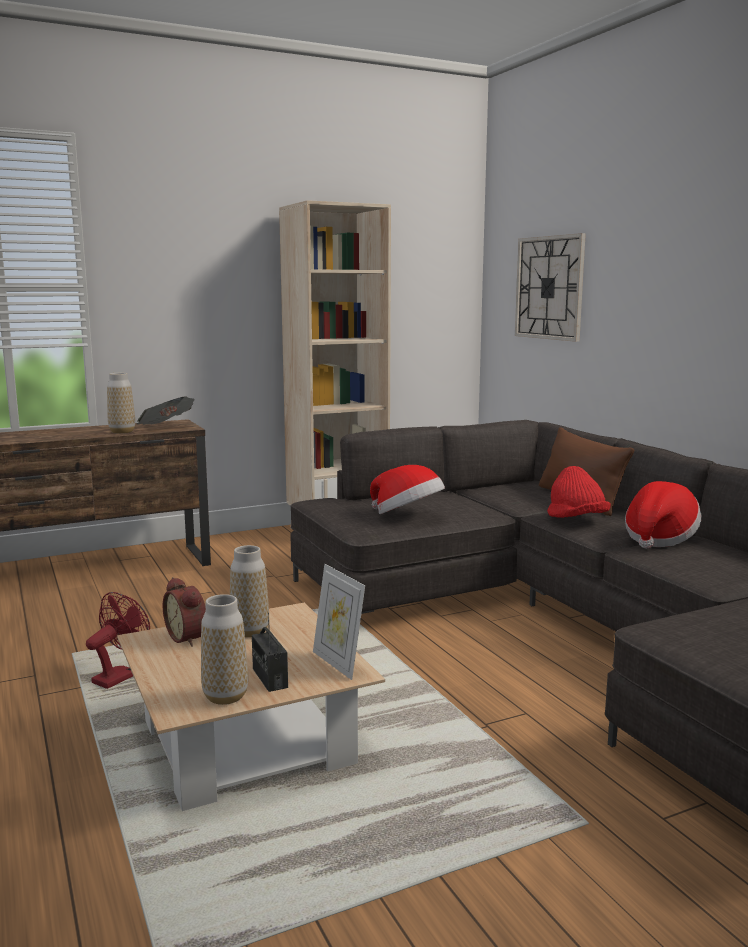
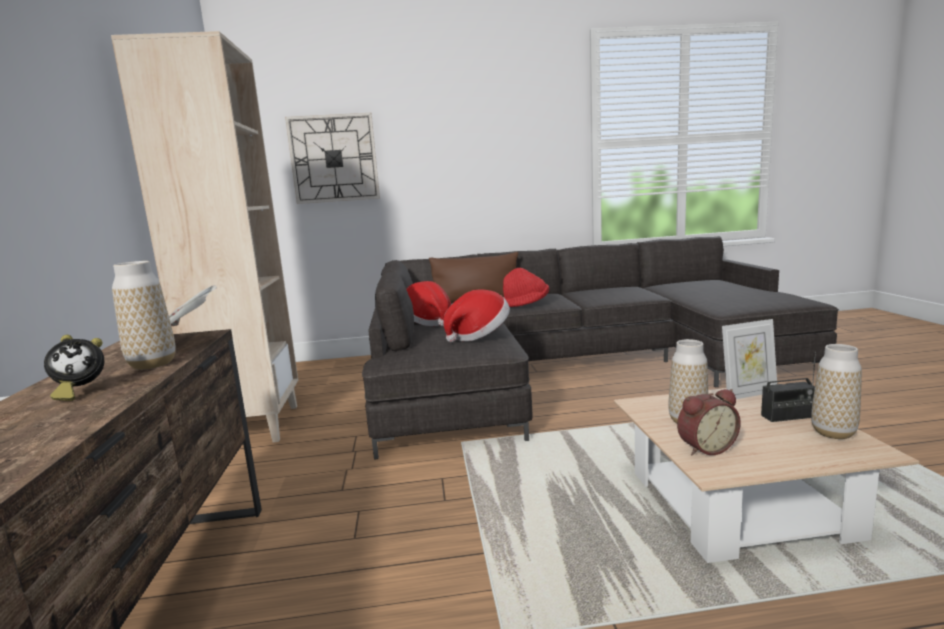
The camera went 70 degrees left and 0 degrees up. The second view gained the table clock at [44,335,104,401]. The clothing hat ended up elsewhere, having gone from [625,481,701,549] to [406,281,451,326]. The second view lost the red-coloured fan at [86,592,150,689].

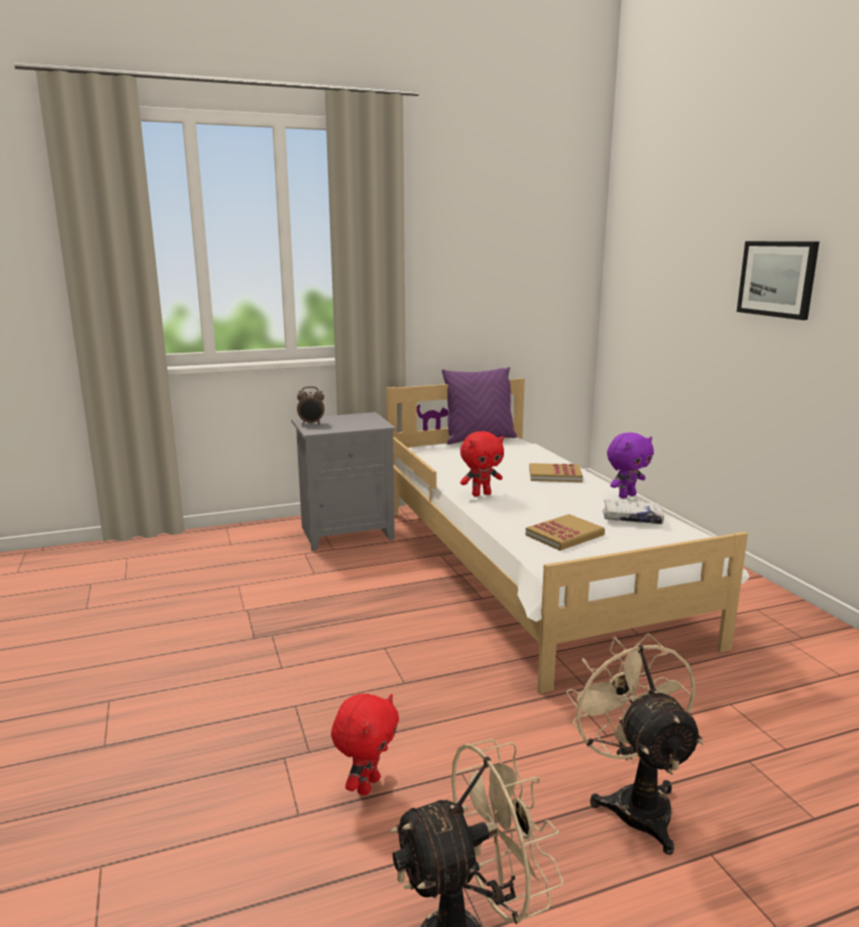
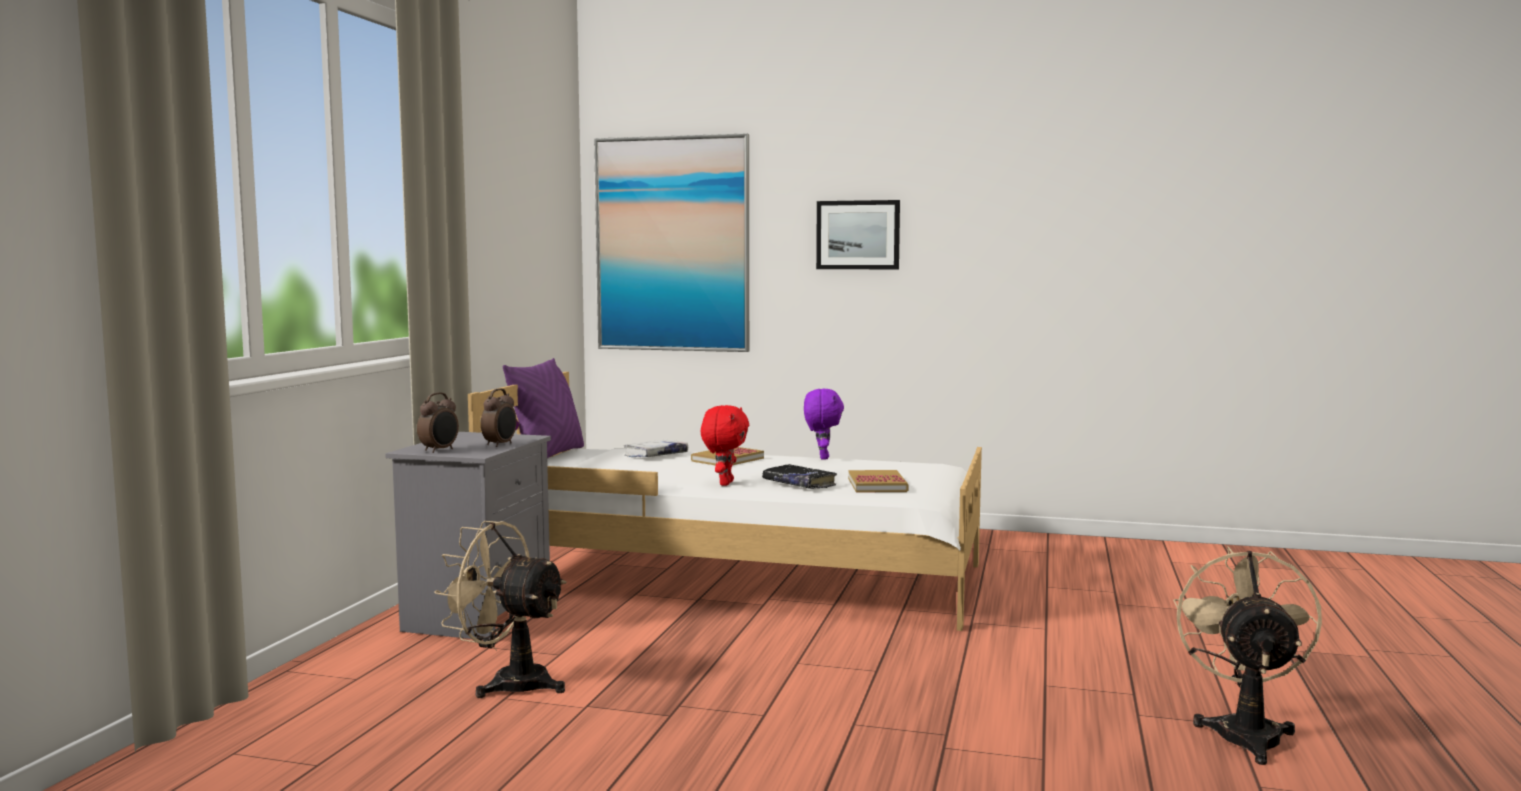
The camera went 55 degrees left and 10 degrees down. The beige-coloured fan ended up elsewhere, having gone from [566,633,704,855] to [434,521,567,698]. The second view gained the table clock at [481,388,516,447]. The second view gained the picture at [594,133,749,352]. The white volume ended up elsewhere, having gone from [603,499,664,524] to [625,440,688,457]. The second view gained the black-coloured volume at [762,464,837,489]. The second view lost the red-coloured soft toy at [331,694,399,796].

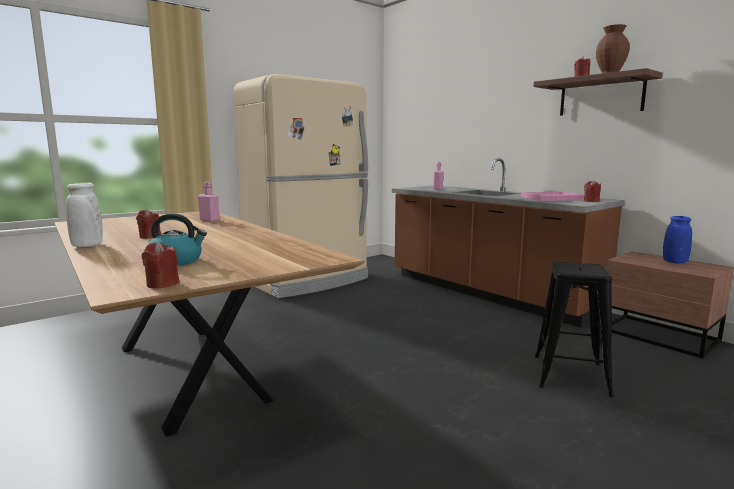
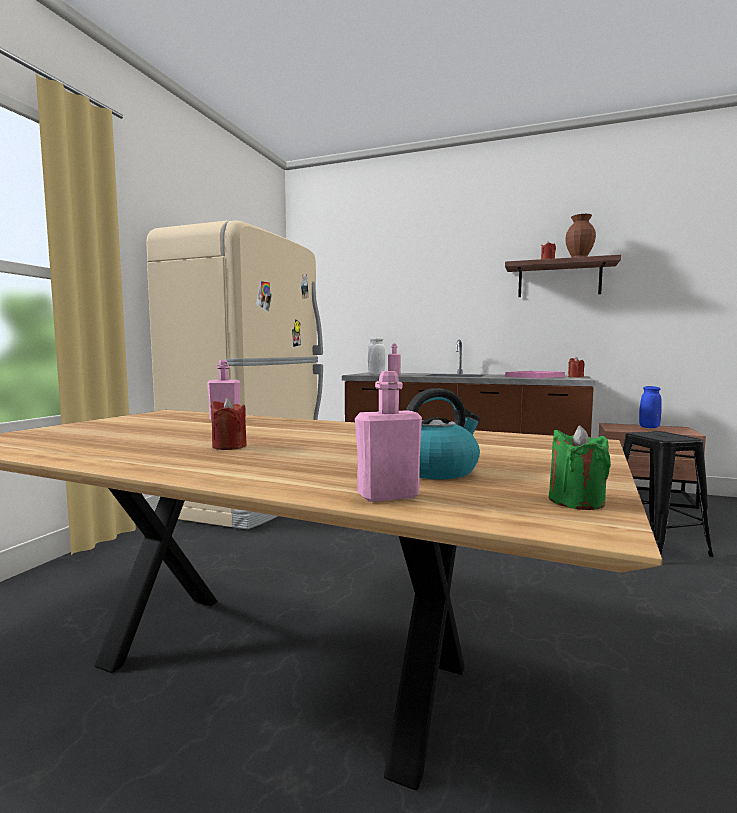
The camera went 30 degrees left and 5 degrees down. The second view gained the pinkish beverage bottle at [355,371,422,502]. The white decorative vase ended up elsewhere, having gone from [66,183,103,247] to [368,337,385,375]. What was the red-coloured wax candle at [142,242,179,288] turned into the green wax candle at [549,425,611,510].

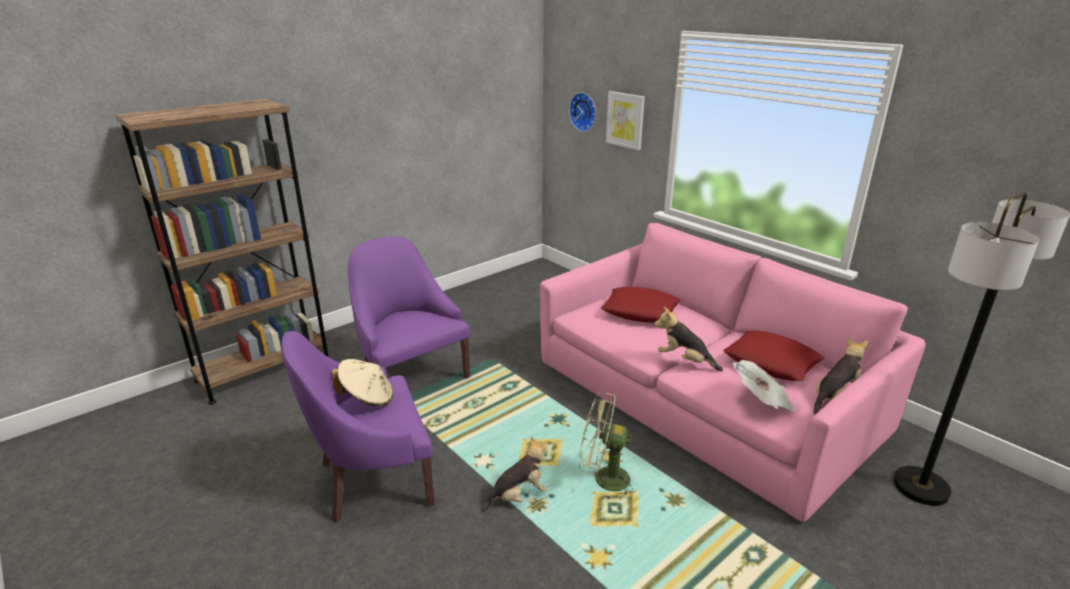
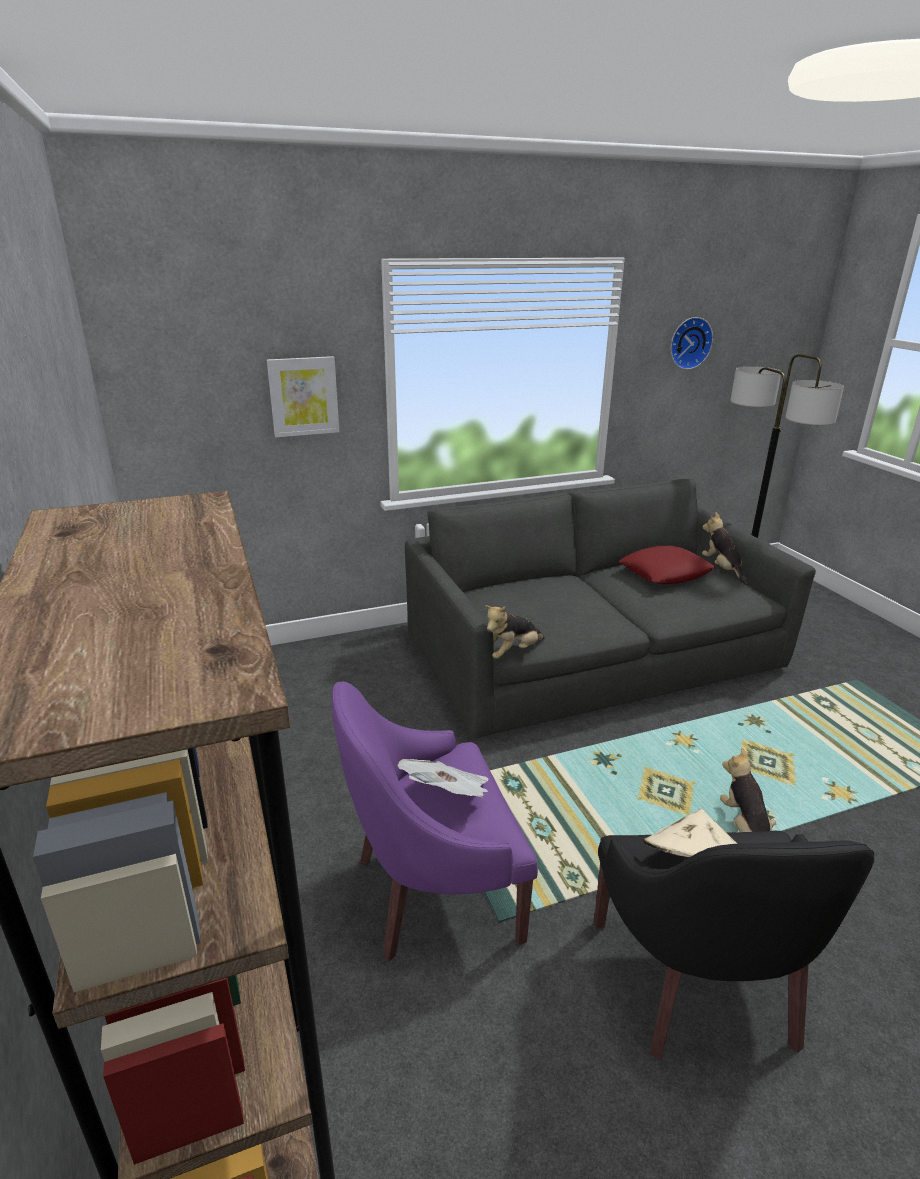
The camera went 70 degrees left and 0 degrees up. The printed paper ended up elsewhere, having gone from [733,360,796,412] to [398,759,488,797]. What was the pinkish sofa at [540,223,926,522] turned into the gray sofa at [405,479,816,738]. The soft toy ended up elsewhere, having gone from [654,307,723,371] to [485,605,545,659]. What was the purple-coloured armchair at [282,331,434,523] turned into the black-coloured armchair at [594,831,874,1059]. The hanging clock ended up elsewhere, having gone from [569,93,596,132] to [670,317,713,370]. The second view lost the green fan at [579,392,636,499]. The second view lost the red-coloured pillow at [601,287,681,323].

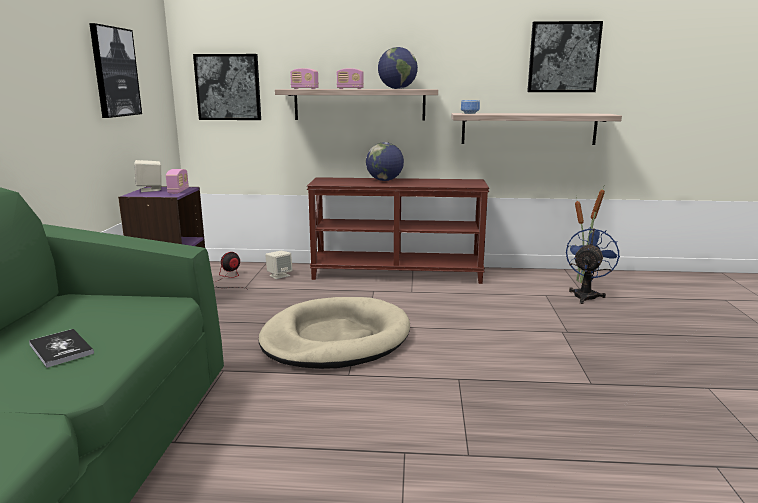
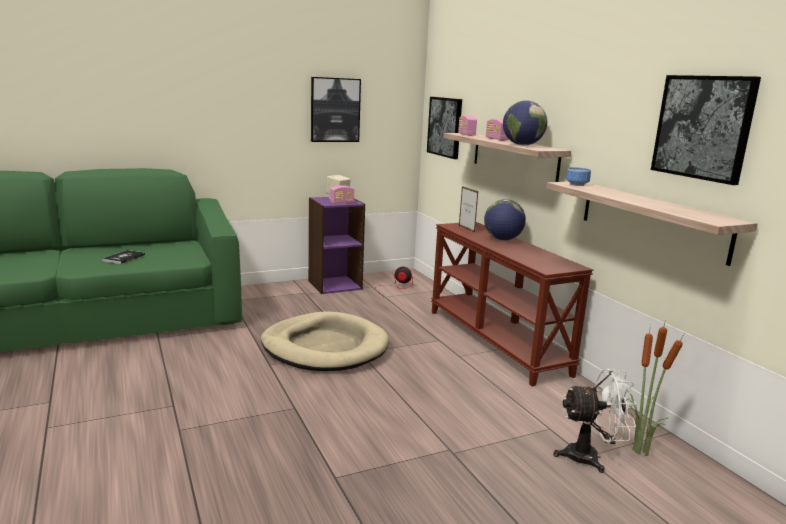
The camera went 60 degrees right and 0 degrees up. The second view gained the standing frame at [459,186,479,233]. What was the blue fan at [566,227,620,304] turned into the white fan at [553,368,638,473]. The second view lost the beige-coloured loudspeaker at [265,251,293,279].

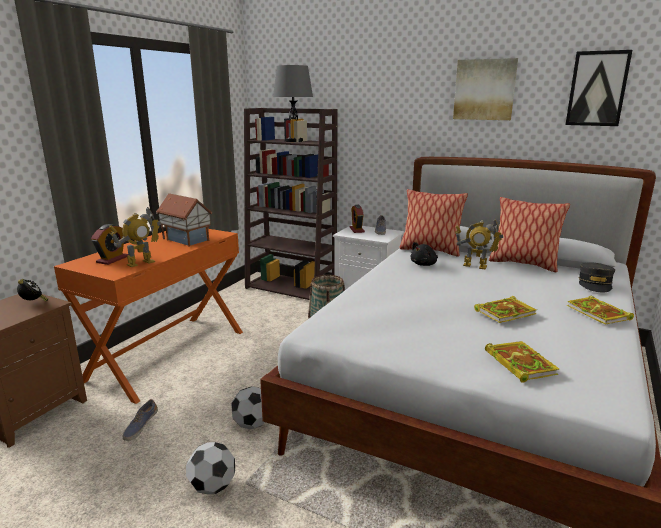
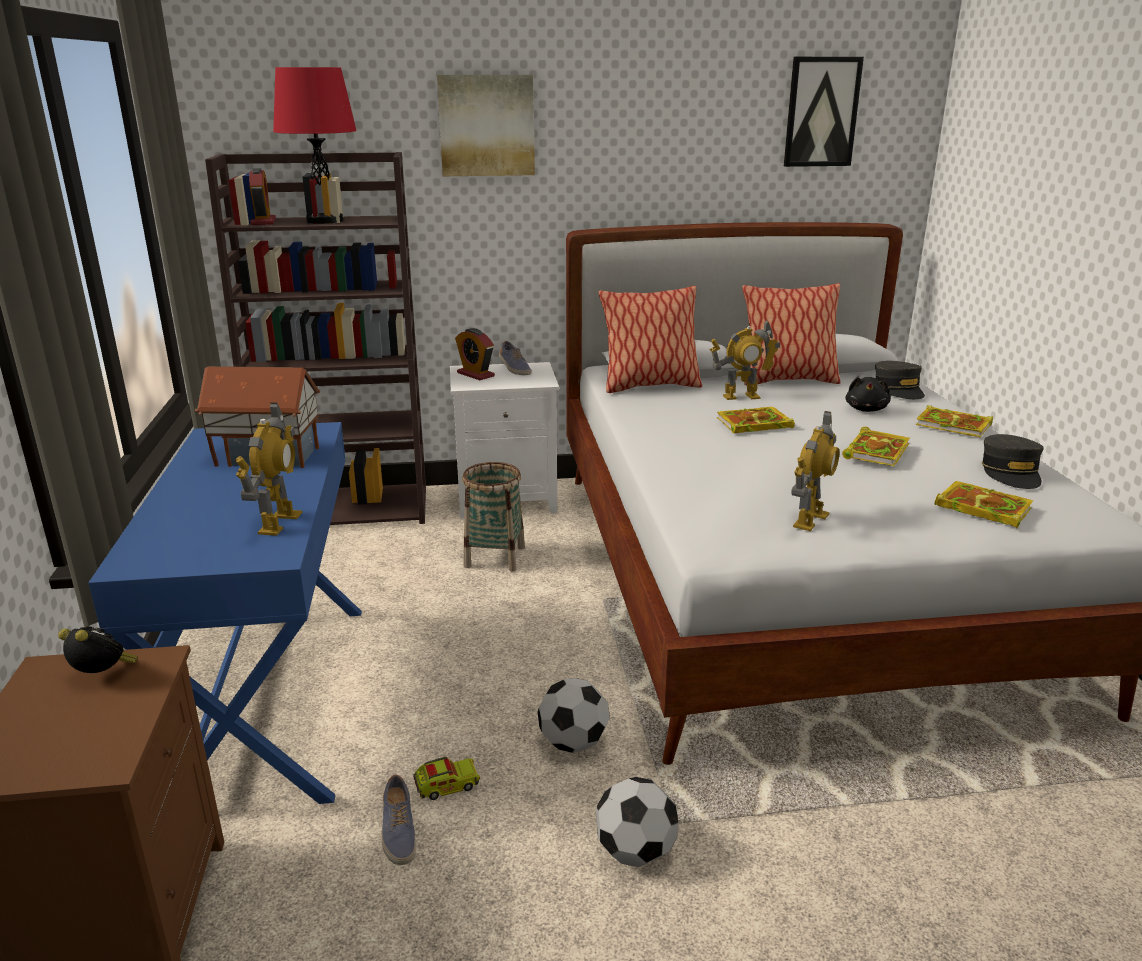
The camera went 35 degrees left and 5 degrees up. What was the orange-coloured desk table at [54,229,243,404] turned into the blue desk table at [88,422,362,804]. The table clock ended up elsewhere, having gone from [91,224,128,265] to [249,168,276,225]. What was the gray lamp for a table at [273,65,313,142] turned into the red-coloured lamp for a table at [273,67,357,224]. The second view gained the model truck at [413,757,480,800]. The picture ended up elsewhere, having gone from [453,58,518,120] to [437,75,535,176]. The second view gained the volume at [717,407,795,433]. The second view gained the robot figure at [791,411,839,531]. The black-coloured soft toy ended up elsewhere, having gone from [410,242,438,266] to [845,376,891,412]. The second view gained the gray baseball cap at [981,434,1043,489].

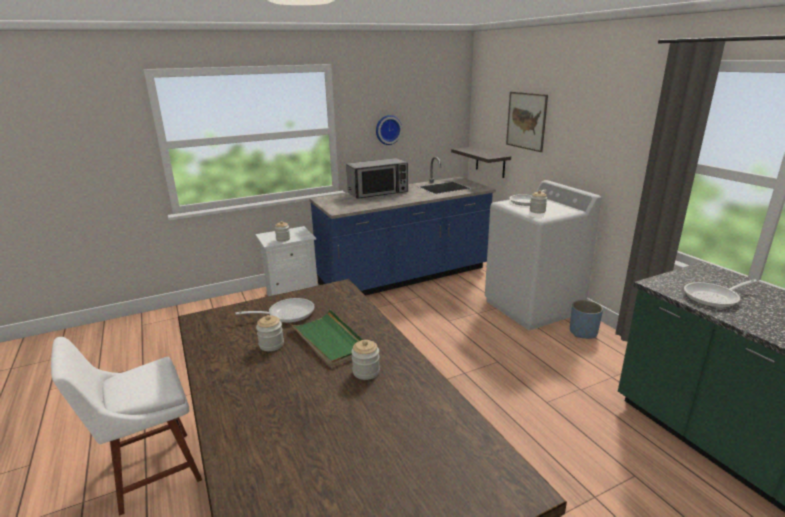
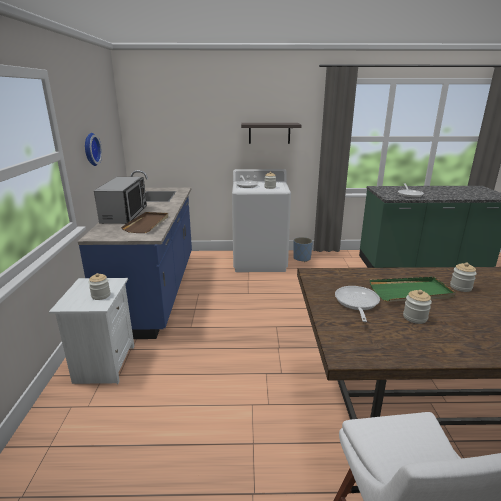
The camera went 65 degrees left and 0 degrees up. The second view gained the brown-coloured tray at [121,212,168,233]. The wall shelf ended up elsewhere, having gone from [451,147,511,178] to [241,123,301,144]. The second view lost the picture at [506,92,548,152].

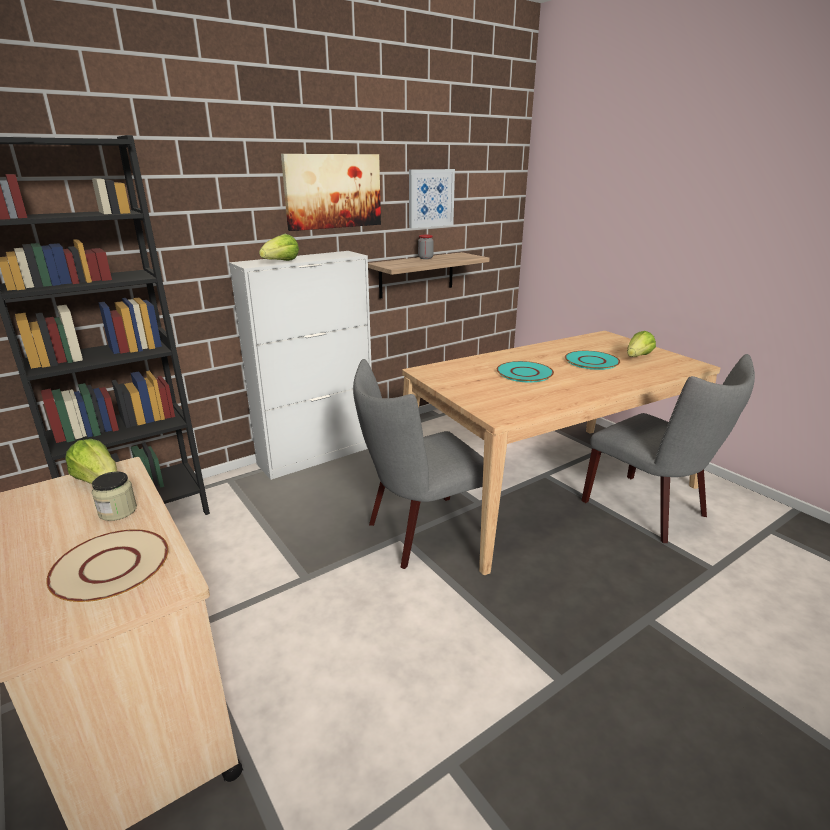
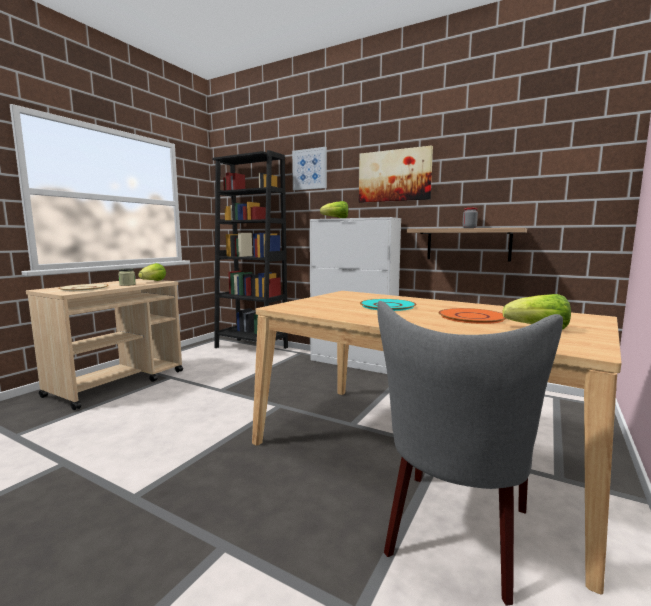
The camera went 65 degrees right and 15 degrees down. The picture ended up elsewhere, having gone from [409,169,455,228] to [292,147,327,190]. What was the turquoise-coloured dinner plate at [565,351,620,370] turned into the orange-coloured dinner plate at [439,308,506,324]. The second view lost the gray plain chair at [353,359,484,569].

